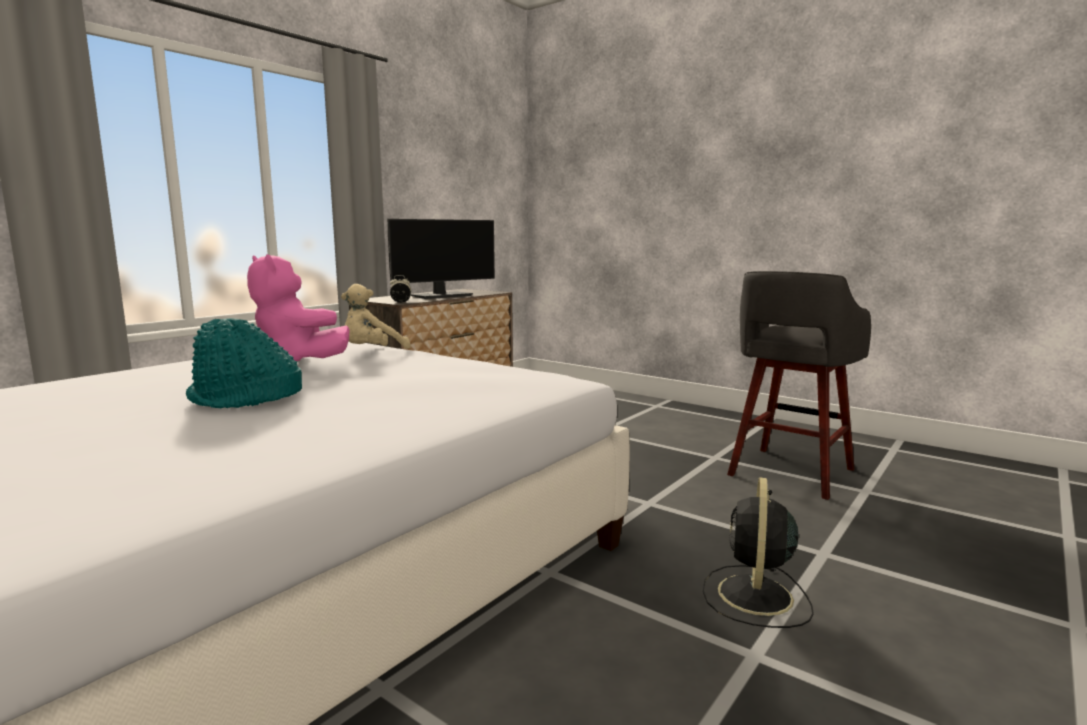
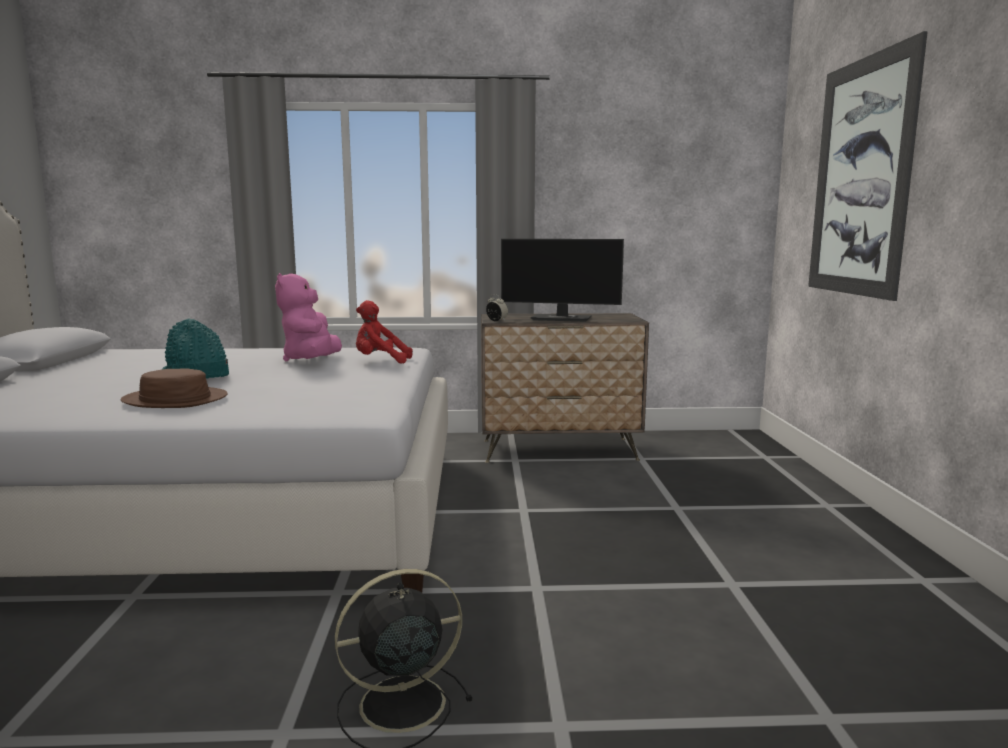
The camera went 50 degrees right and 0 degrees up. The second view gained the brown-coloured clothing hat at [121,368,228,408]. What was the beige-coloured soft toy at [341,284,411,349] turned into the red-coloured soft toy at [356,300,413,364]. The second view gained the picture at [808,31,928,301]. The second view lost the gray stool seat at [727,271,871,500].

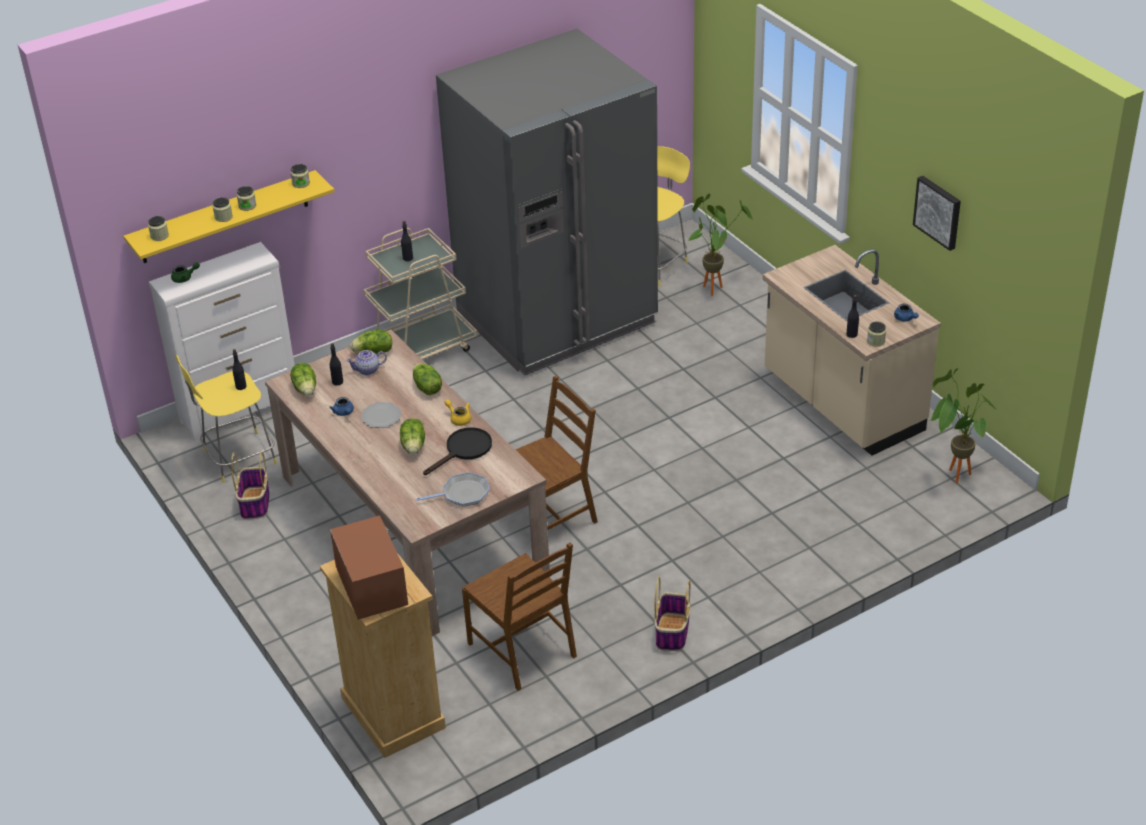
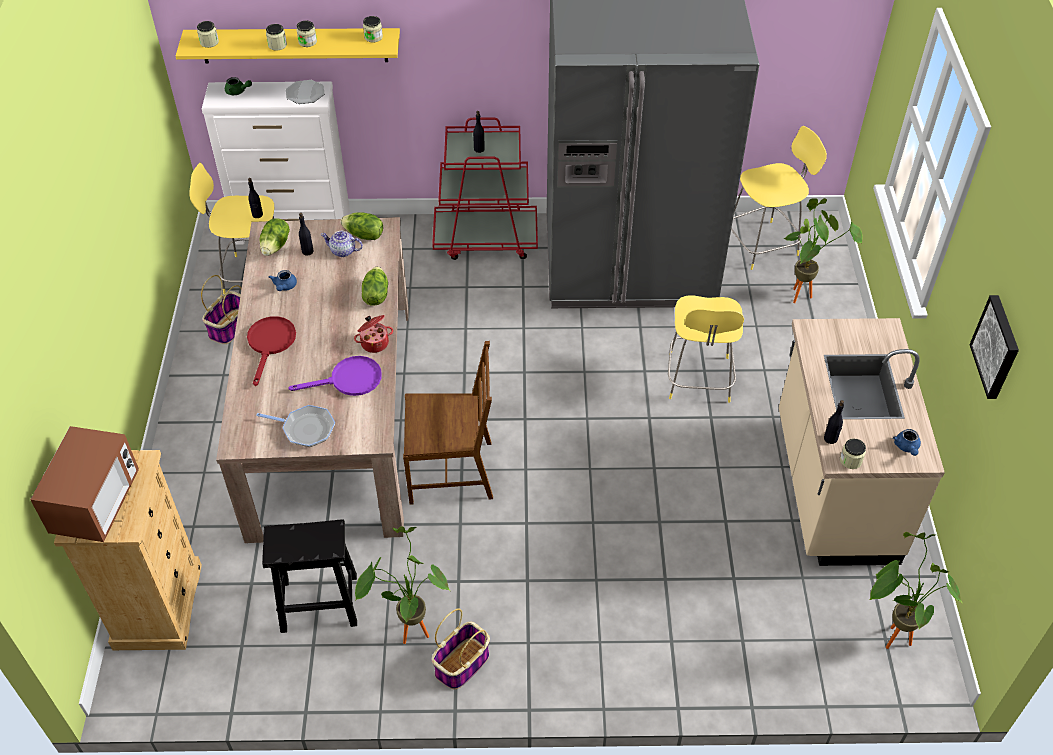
The camera went 30 degrees right and 10 degrees up. The second view gained the red-coloured skillet at [247,316,296,386]. Where the brown-coloured plain chair stood at [462,542,577,691], the black-coloured stool seat came to stand at [262,519,357,633]. The dinner plate ended up elsewhere, having gone from [361,402,402,428] to [286,80,325,104]. What was the black-coloured skillet at [423,427,492,475] turned into the purple-coloured skillet at [289,356,382,396]. Where the yellow-coloured teapot stood at [444,400,471,426], the cooking pot came to stand at [354,315,393,353]. The second view gained the potted plant at [355,526,450,644]. What was the beige-coloured wheeled cart at [363,228,478,359] turned into the red-coloured wheeled cart at [432,117,538,260]. The second view gained the yellow-coloured stool seat at [668,295,744,403]. The second view lost the lettuce head at [400,418,425,455].

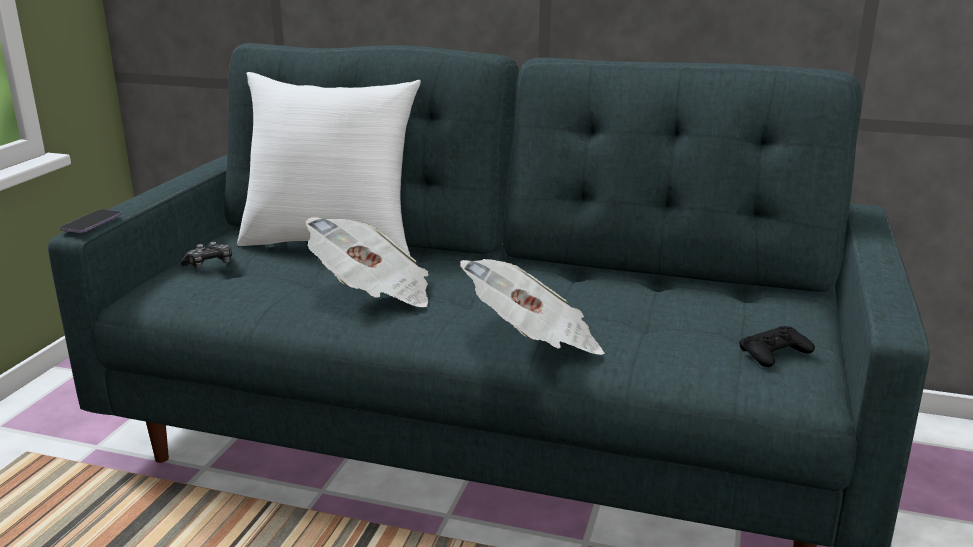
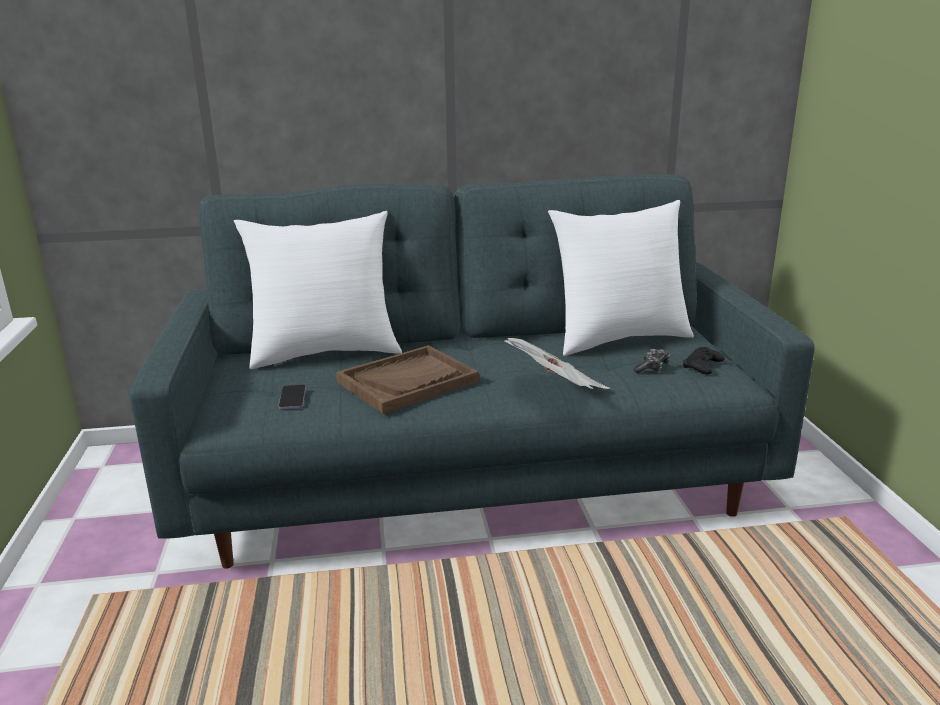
The camera went 25 degrees left and 0 degrees up. The telephone ended up elsewhere, having gone from [60,209,121,233] to [278,385,306,409]. Where the printed paper stood at [306,217,429,307], the brown-coloured tray came to stand at [336,345,479,414]. The second view gained the white pillow at [548,200,694,356]. The joypad ended up elsewhere, having gone from [180,242,232,269] to [633,349,670,373].

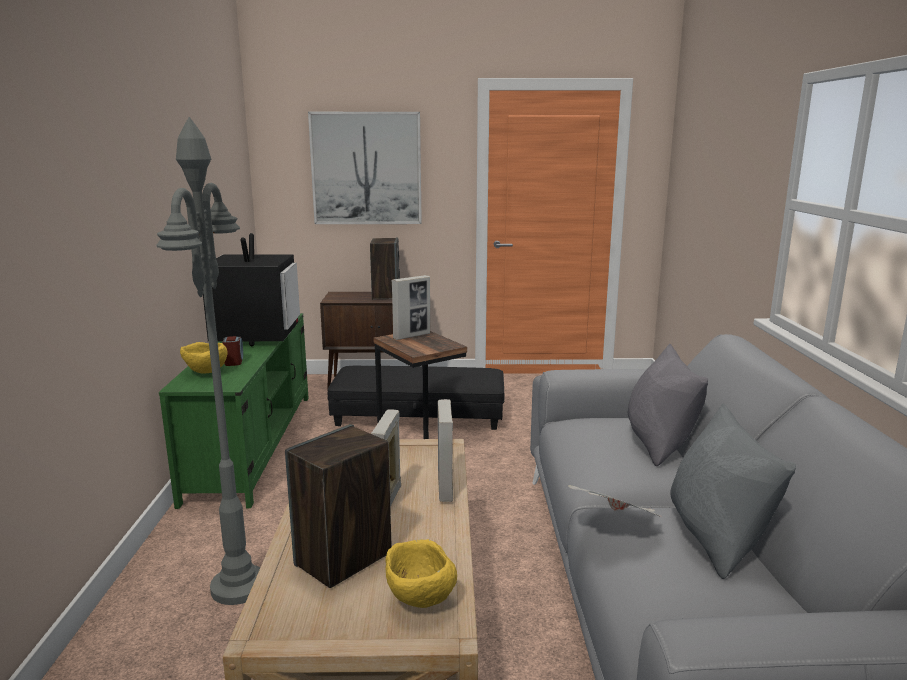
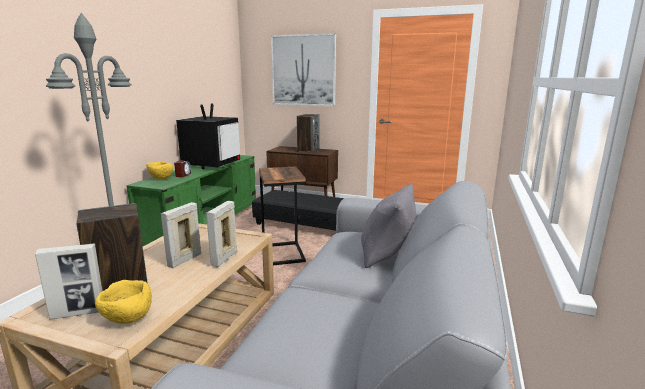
The camera went 20 degrees right and 0 degrees up. The standing frame ended up elsewhere, having gone from [392,275,430,340] to [35,244,102,320]. The second view lost the printed paper at [568,485,663,518]. The second view lost the gray pillow at [670,404,796,579].

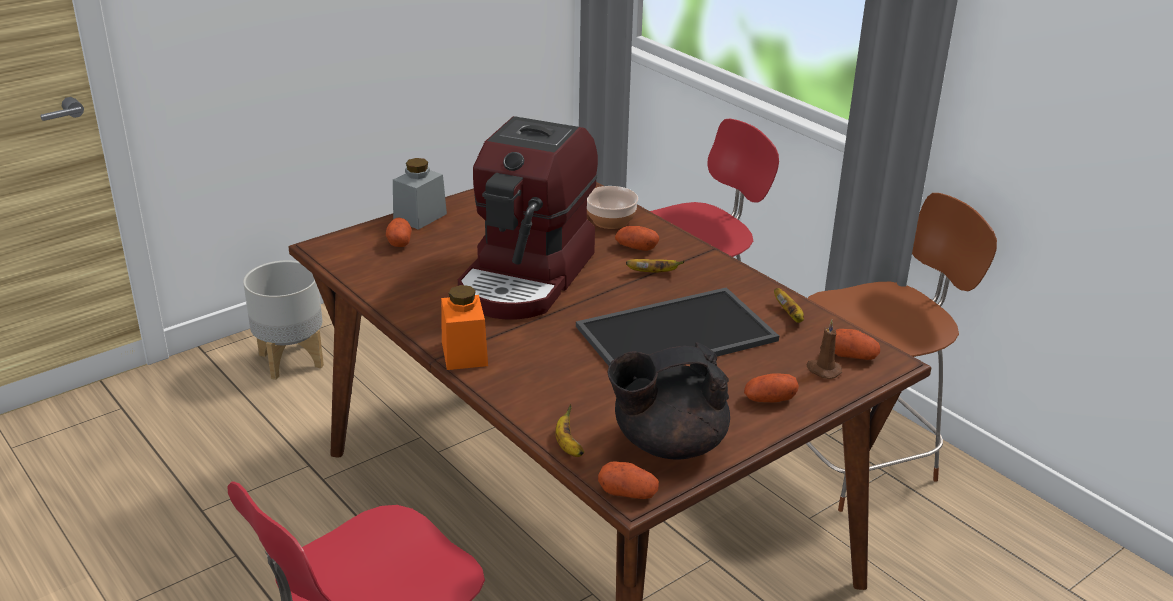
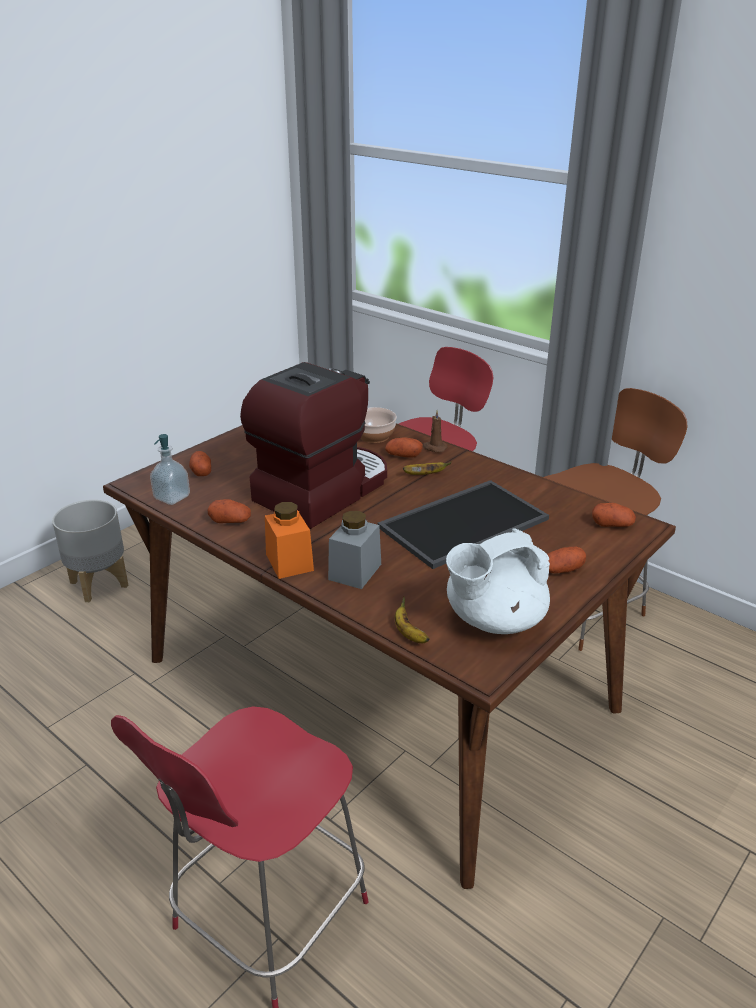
The camera went 10 degrees left and 0 degrees up. The second view gained the soap bottle at [150,434,190,505]. The potato ended up elsewhere, having gone from [598,461,659,499] to [207,499,251,523]. The coffee maker at [458,116,598,320] ended up facing another way, 150 degrees counterclockwise from before. The gray jar ended up elsewhere, having gone from [393,158,447,230] to [328,511,381,589]. The brown-coloured wax candle ended up elsewhere, having gone from [806,320,842,379] to [423,410,448,452]. What was the black-coloured teapot at [608,342,730,459] turned into the white teapot at [446,528,550,634]. The second view lost the banana at [774,288,804,323].

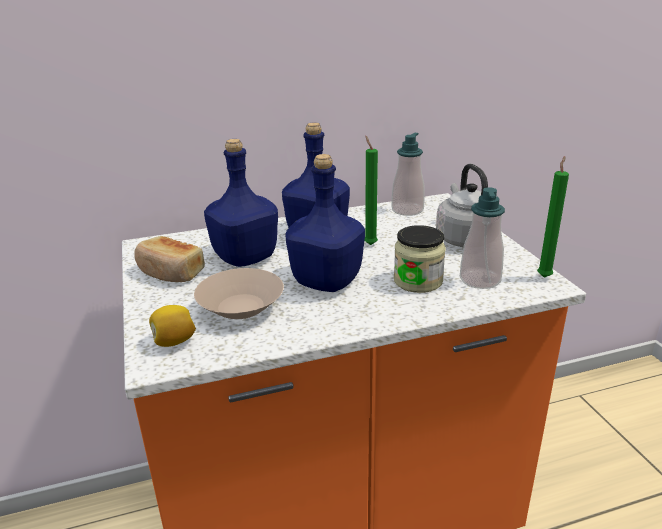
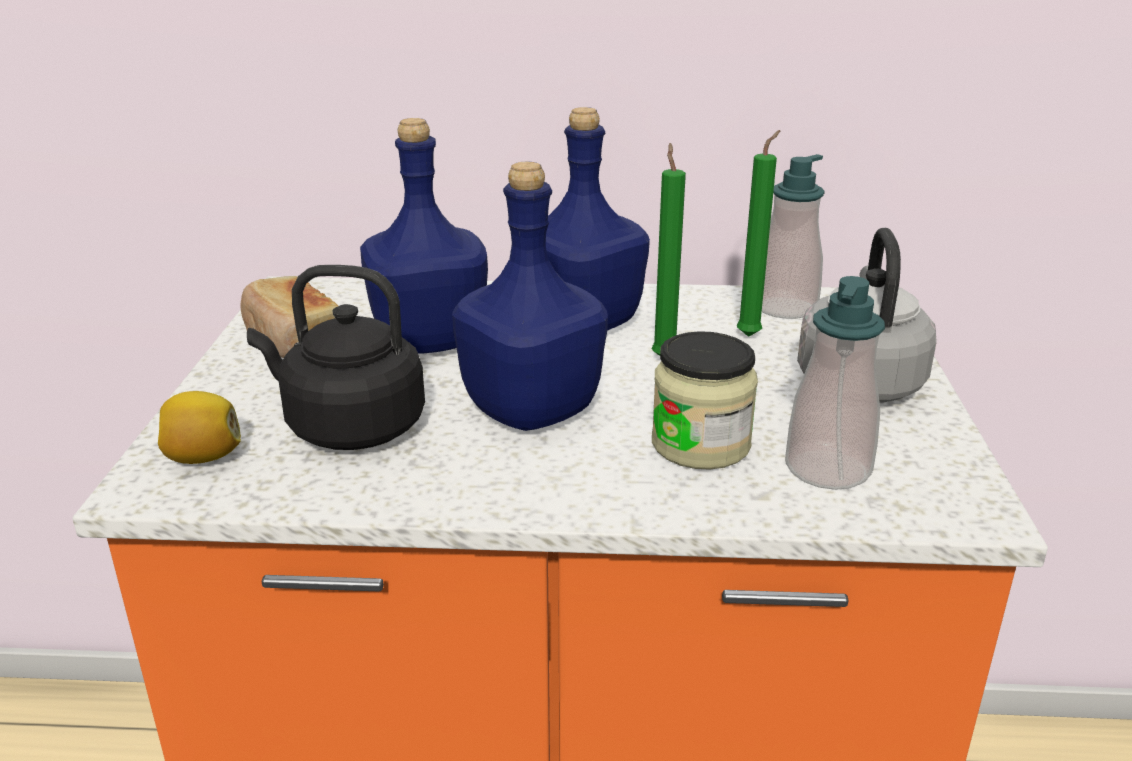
The camera went 20 degrees right and 0 degrees up. Where the beige-coloured deep dish stood at [194,268,284,319], the black-coloured water kettle came to stand at [247,265,425,450]. The green wax candle ended up elsewhere, having gone from [537,156,569,278] to [737,130,780,337].

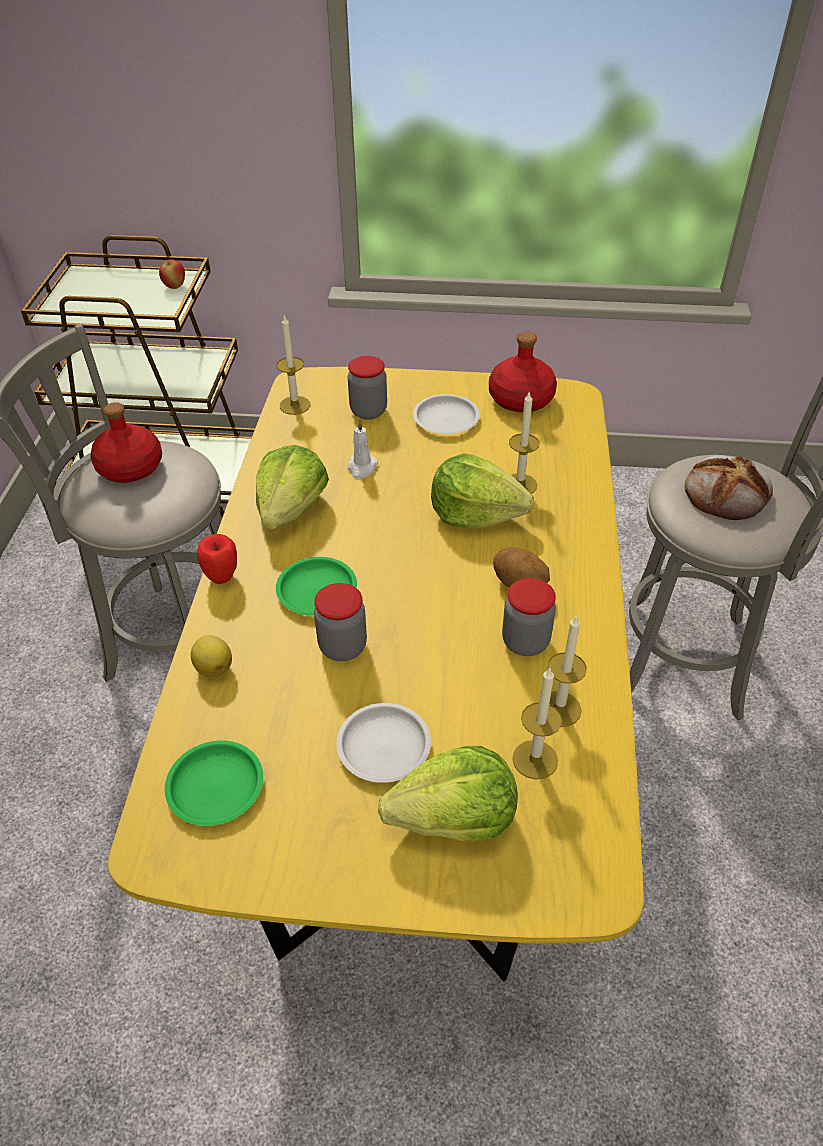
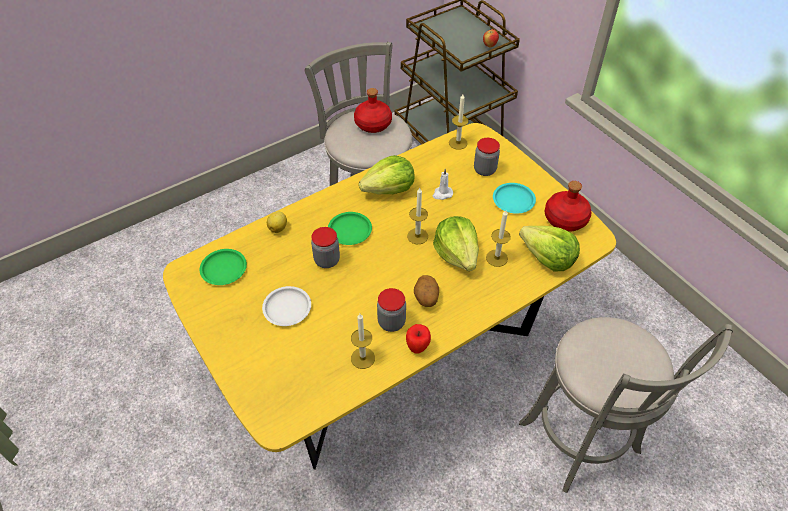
The camera went 50 degrees right and 5 degrees up. The apple fruit ended up elsewhere, having gone from [197,534,237,584] to [406,324,431,354]. The wax candle ended up elsewhere, having gone from [512,667,562,780] to [407,188,428,244]. What was the white dinner plate at [413,394,480,434] turned into the turquoise-coloured dinner plate at [493,183,536,214]. The lettuce head ended up elsewhere, having gone from [378,746,518,841] to [519,226,580,272]. The second view lost the bakery bread at [685,455,773,520].

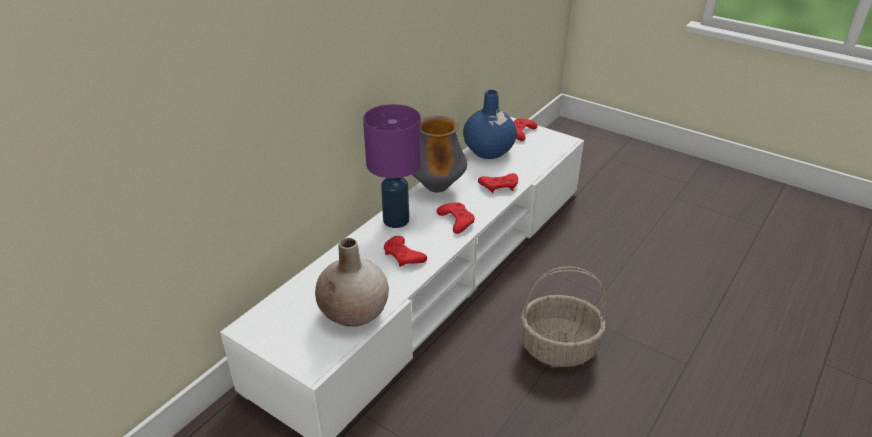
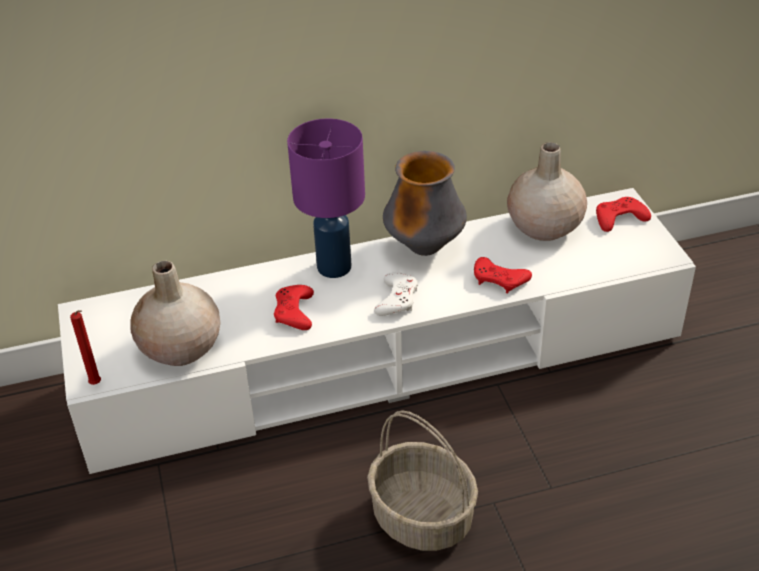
The camera went 40 degrees right and 5 degrees up. The second view gained the red-coloured wax candle at [70,310,101,385]. What was the red-coloured joypad at [436,202,475,234] turned into the white joypad at [374,272,418,316]. What was the blue decorative vase at [463,90,517,159] turned into the beige-coloured decorative vase at [507,142,587,241].

